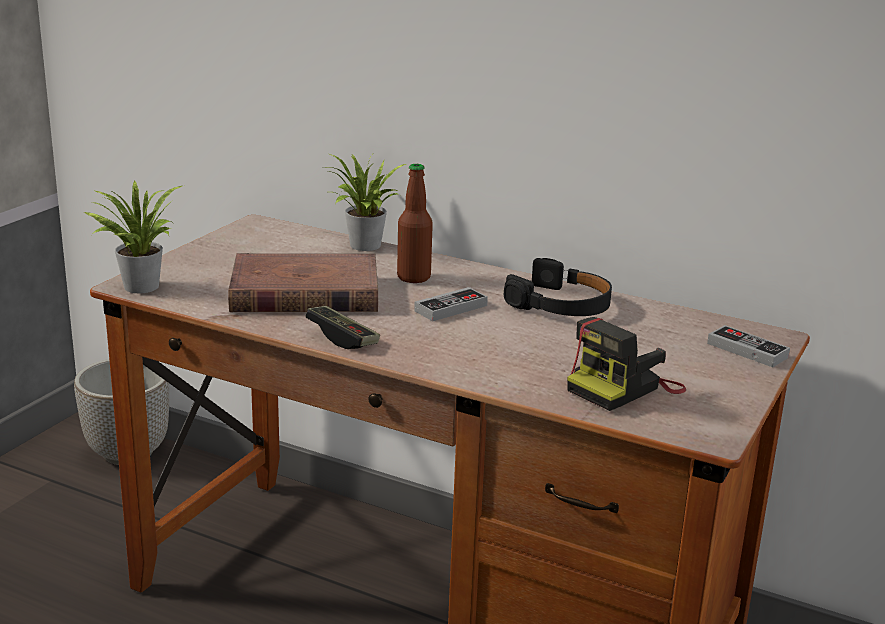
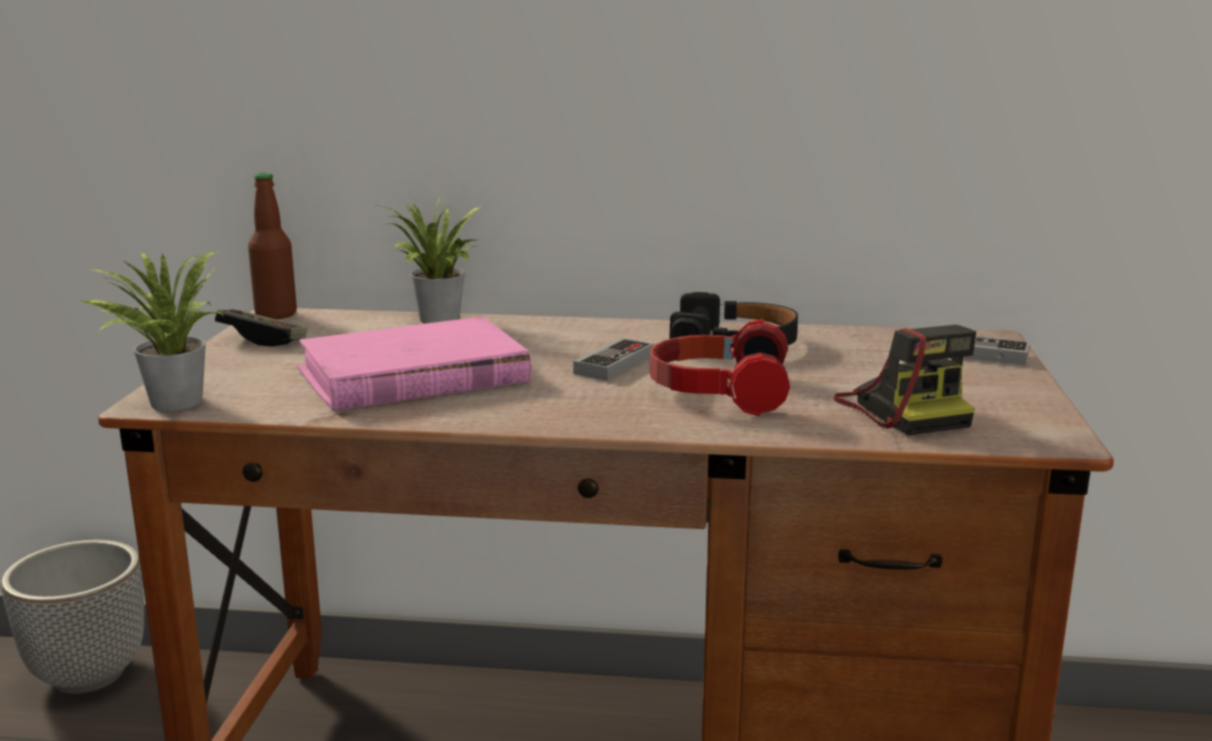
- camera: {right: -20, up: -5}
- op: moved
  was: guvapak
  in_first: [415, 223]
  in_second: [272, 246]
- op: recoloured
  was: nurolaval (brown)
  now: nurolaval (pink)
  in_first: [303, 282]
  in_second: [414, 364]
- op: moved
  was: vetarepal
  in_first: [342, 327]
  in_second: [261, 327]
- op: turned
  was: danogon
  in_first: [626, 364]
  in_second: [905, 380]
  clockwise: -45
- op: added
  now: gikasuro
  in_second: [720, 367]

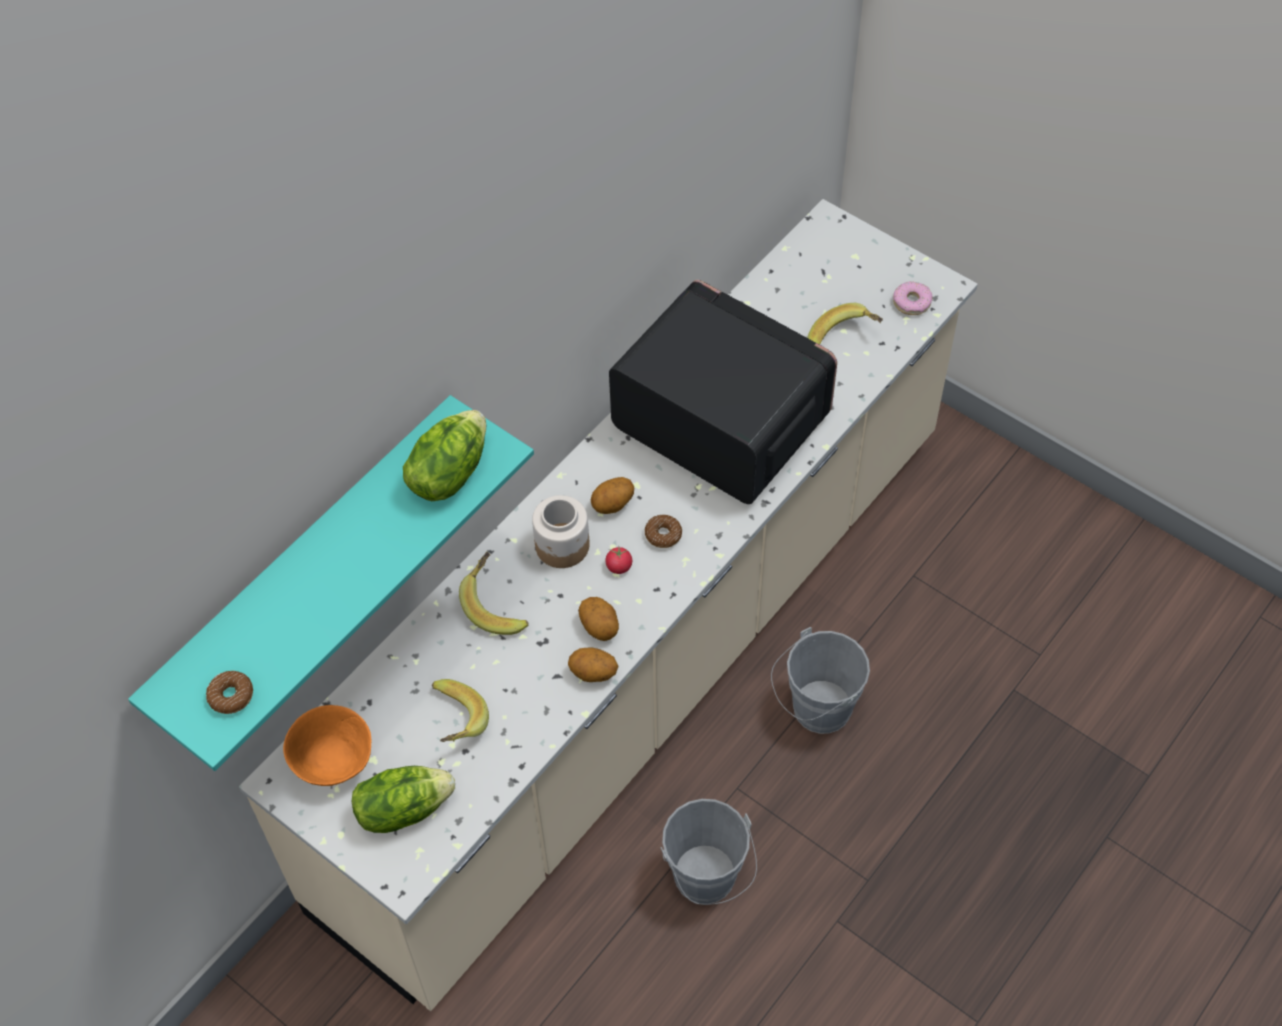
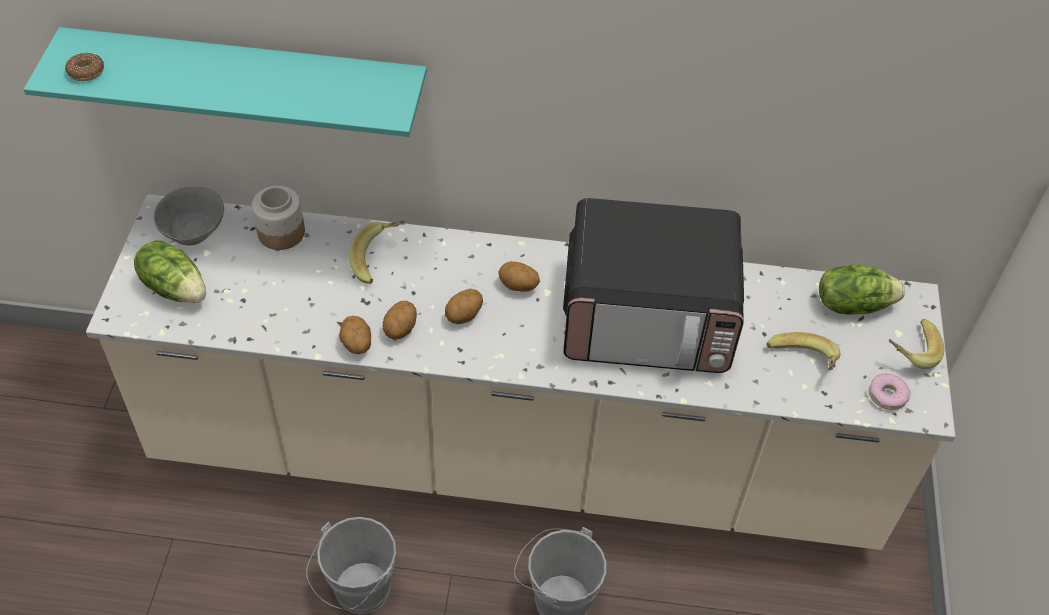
- camera: {right: 55, up: -5}
- op: turned
  was: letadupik
  in_first: [723, 392]
  in_second: [653, 285]
  clockwise: 90
- op: moved
  was: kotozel
  in_first: [444, 455]
  in_second: [862, 289]
- op: moved
  was: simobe
  in_first: [561, 531]
  in_second: [278, 218]
- op: removed
  was: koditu
  in_first: [663, 531]
- op: replaced
  was: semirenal
  now: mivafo
  in_first: [618, 560]
  in_second: [464, 306]
- op: moved
  was: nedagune
  in_first: [460, 710]
  in_second: [916, 344]
- op: recoloured
  was: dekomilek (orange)
  now: dekomilek (grey)
  in_first: [327, 745]
  in_second: [189, 216]

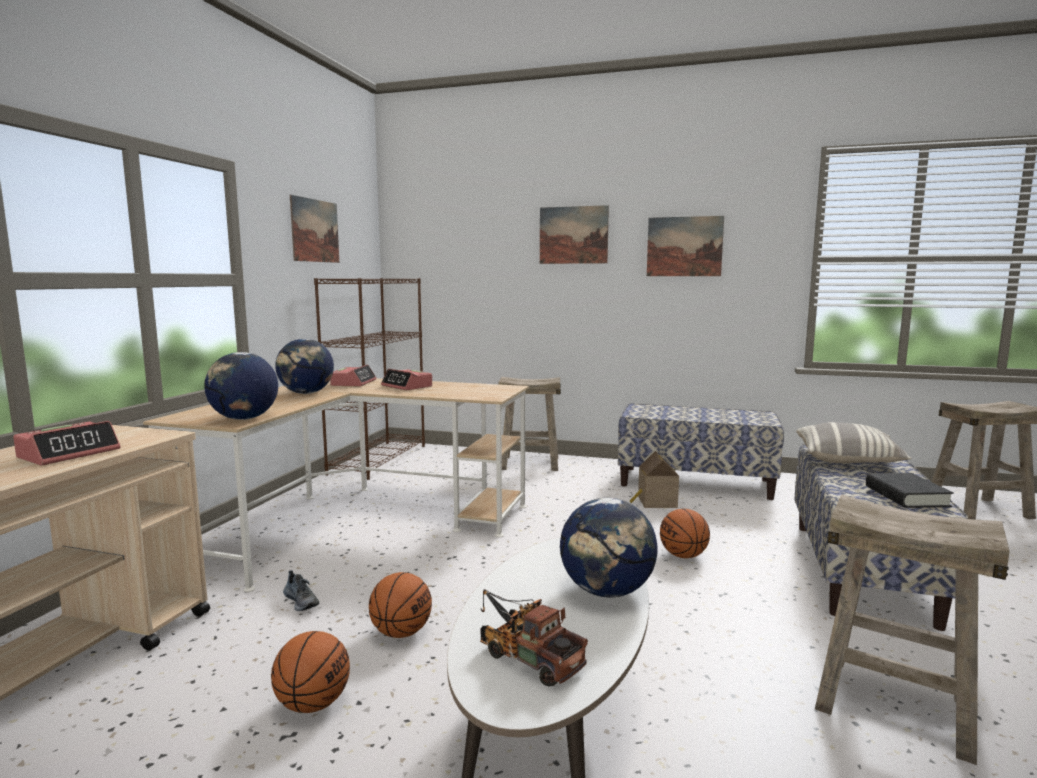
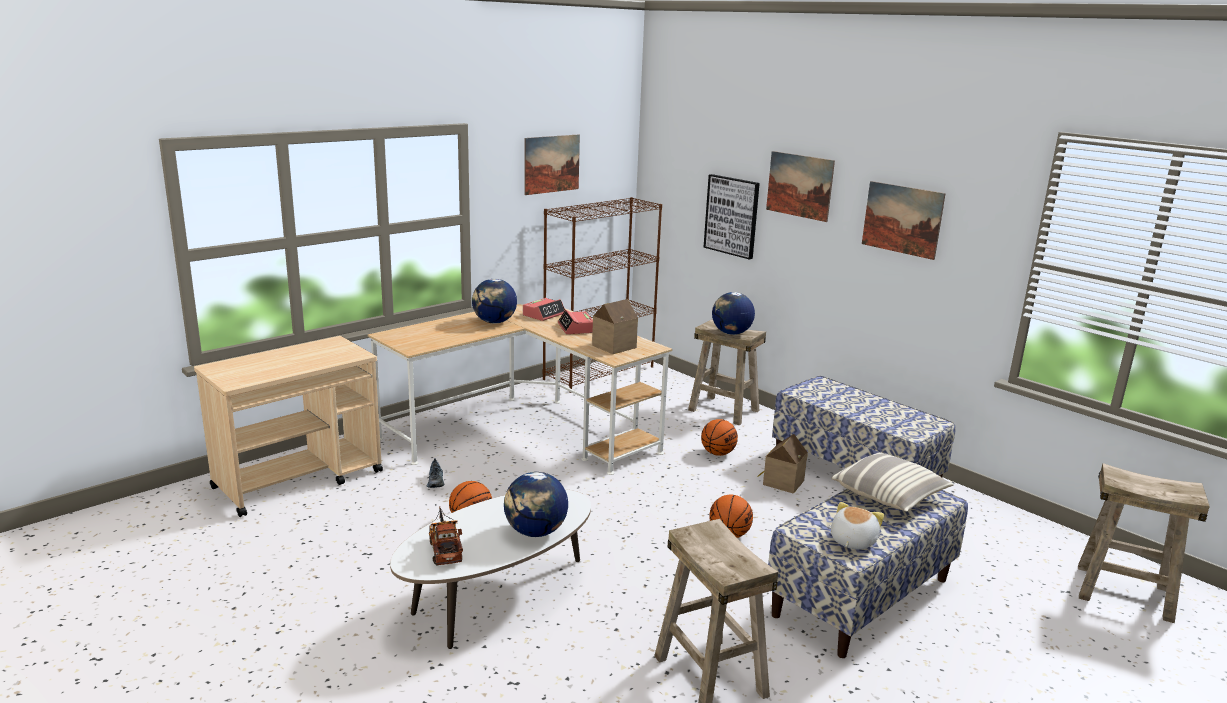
- camera: {right: 30, up: 10}
- op: moved
  was: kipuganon
  in_first: [241, 386]
  in_second: [733, 313]
- op: removed
  was: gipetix
  in_first: [66, 443]
- op: replaced
  was: nurolaval (black)
  now: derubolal
  in_first: [910, 490]
  in_second: [857, 526]
- op: moved
  was: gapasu
  in_first: [310, 672]
  in_second: [719, 437]
- op: added
  now: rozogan
  in_second: [731, 216]
- op: added
  now: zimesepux
  in_second: [615, 326]

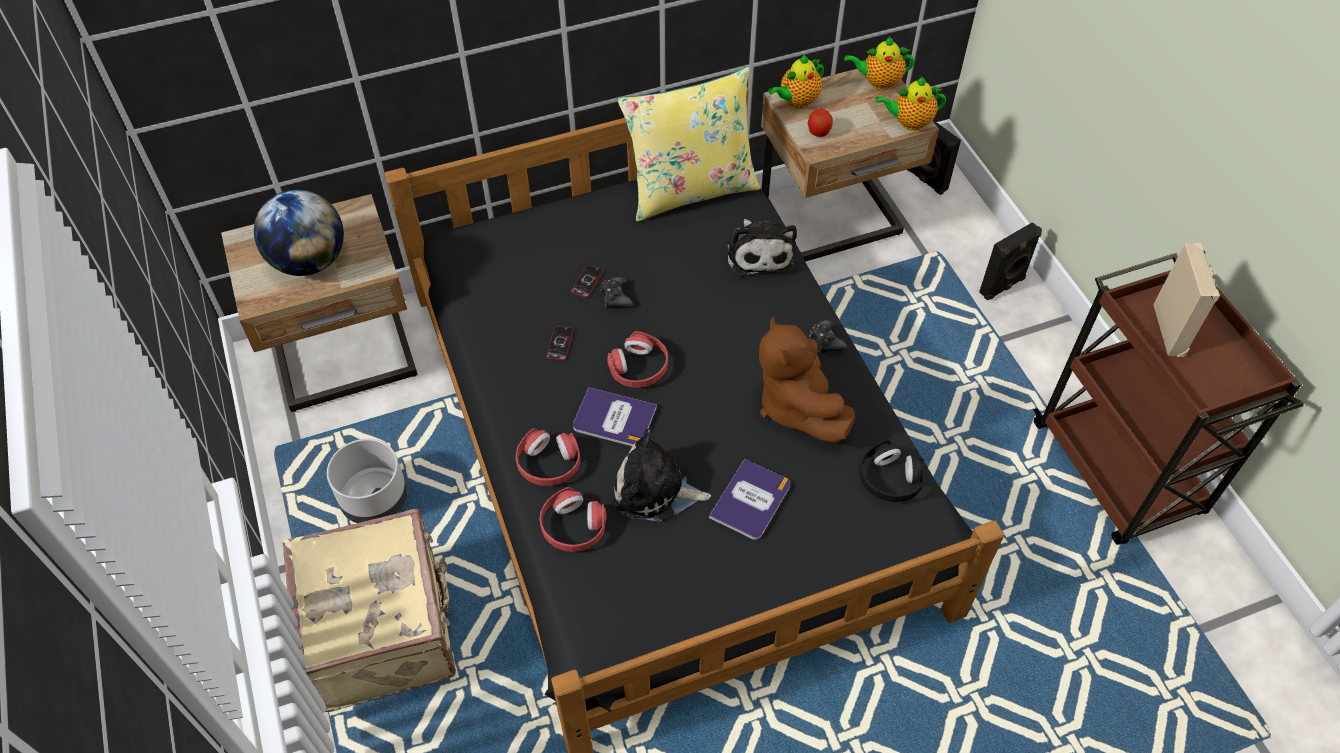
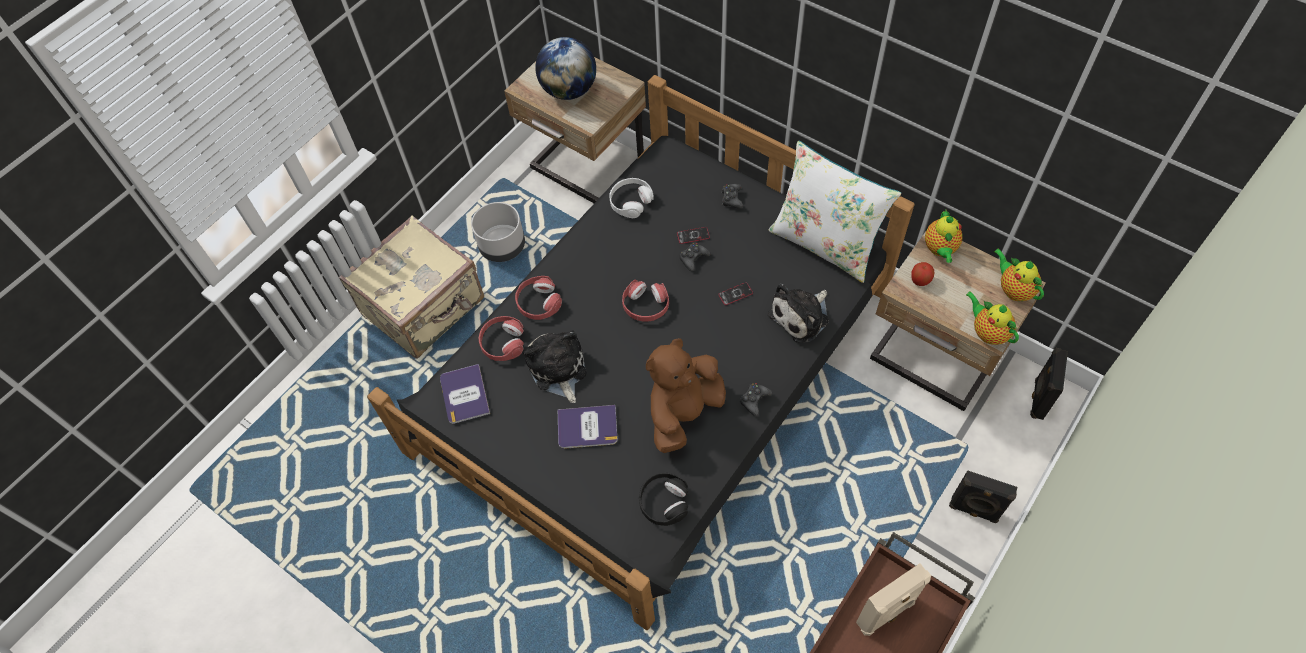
- camera: {right: 60, up: 5}
- op: turned
  was: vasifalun
  in_first: [796, 82]
  in_second: [944, 236]
  clockwise: -105
- op: recoloured
  was: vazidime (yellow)
  now: vazidime (white)
  in_first: [689, 144]
  in_second: [835, 212]
- op: moved
  was: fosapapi
  in_first: [559, 343]
  in_second: [735, 293]
- op: moved
  was: nurolaval
  in_first: [615, 416]
  in_second: [465, 394]
- op: added
  now: gikasuro (white)
  in_second: [631, 198]
- op: added
  now: vetarepal (black)
  in_second: [732, 196]

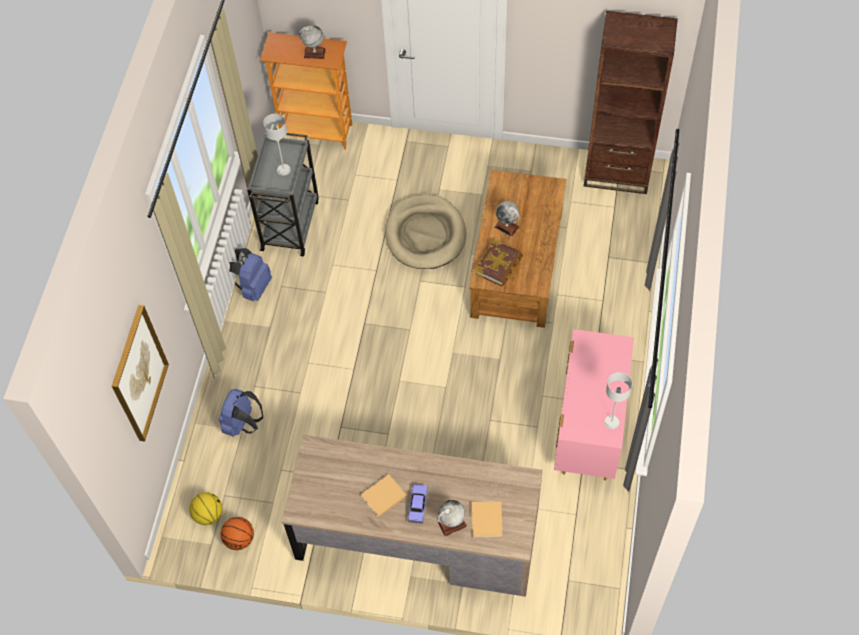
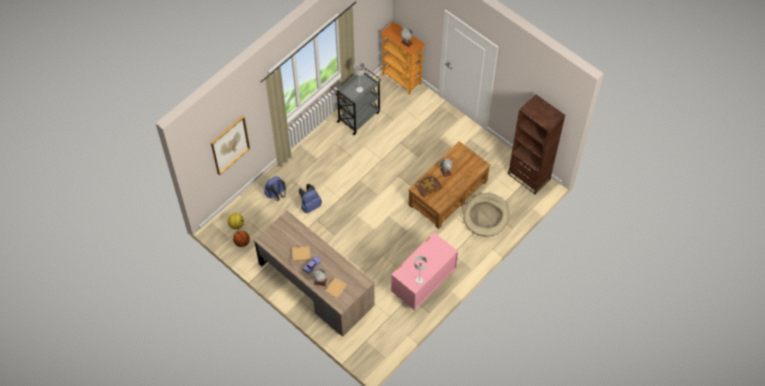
- camera: {right: 30, up: 0}
- op: moved
  was: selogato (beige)
  in_first: [425, 231]
  in_second: [486, 214]
- op: moved
  was: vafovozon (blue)
  in_first: [250, 274]
  in_second: [310, 199]

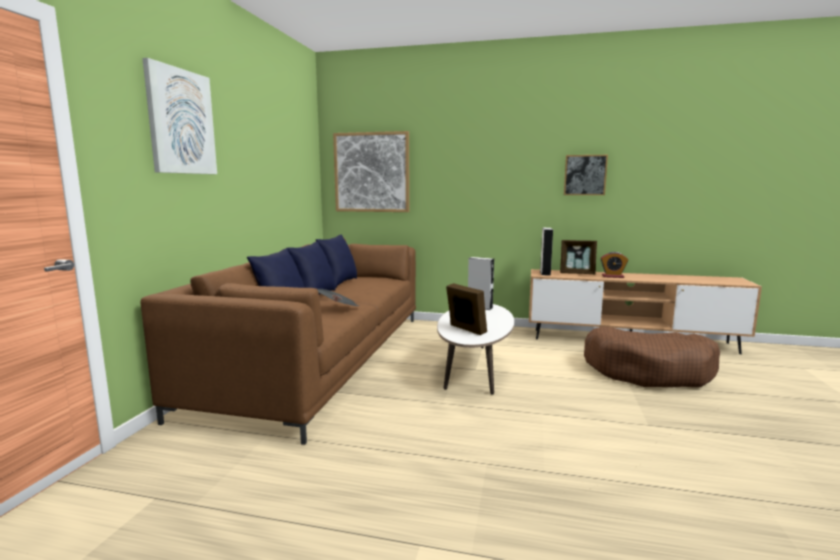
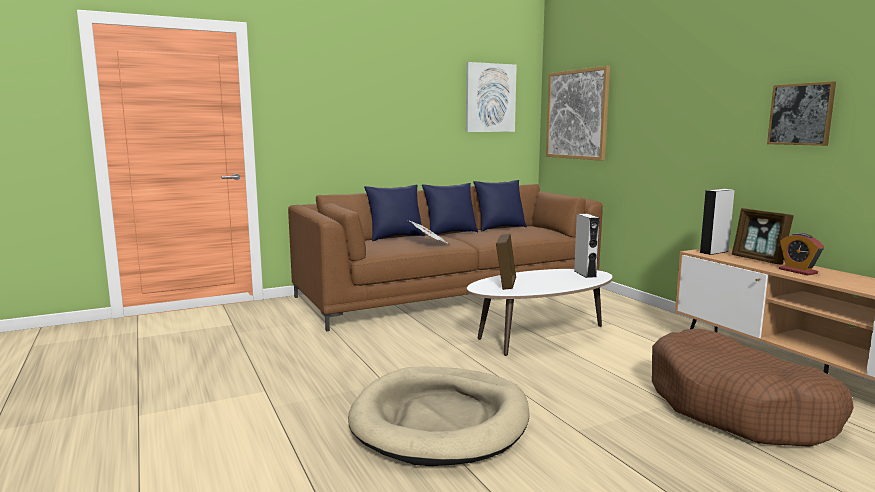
- camera: {right: 50, up: 0}
- op: moved
  was: rozogan
  in_first: [179, 116]
  in_second: [491, 97]
- op: added
  now: selogato (beige)
  in_second: [438, 416]

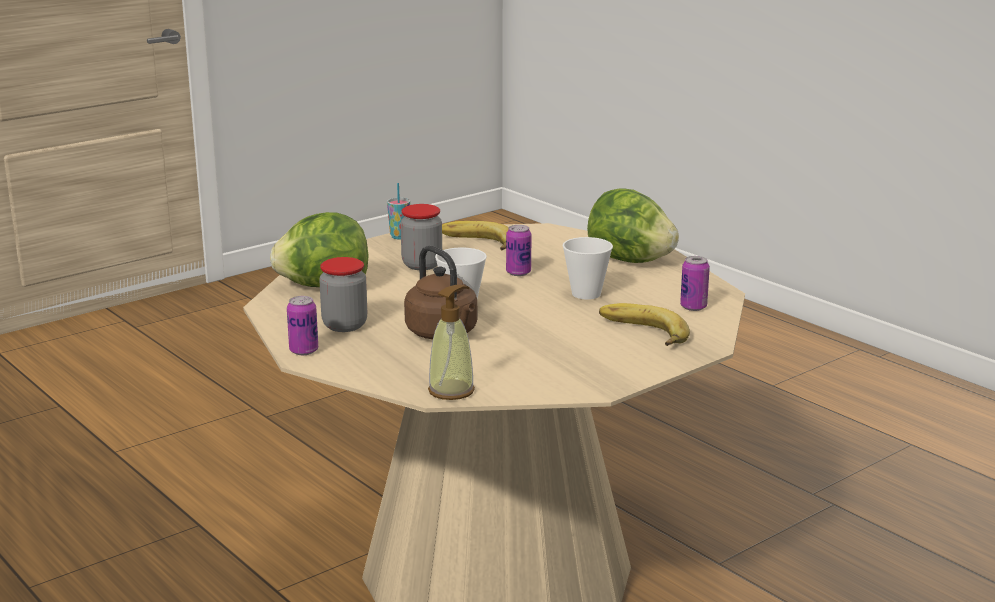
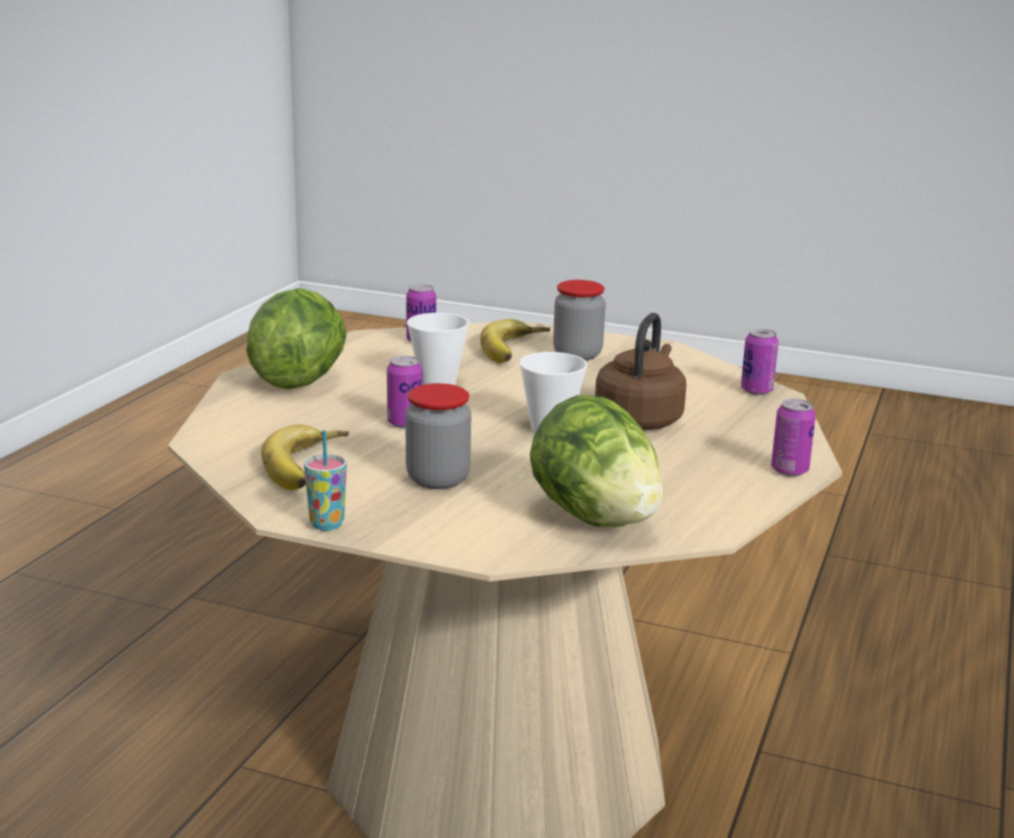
- camera: {right: -120, up: 0}
- op: moved
  was: simobe
  in_first: [343, 294]
  in_second: [579, 320]
- op: replaced
  was: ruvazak
  now: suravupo
  in_first: [451, 342]
  in_second: [760, 362]

